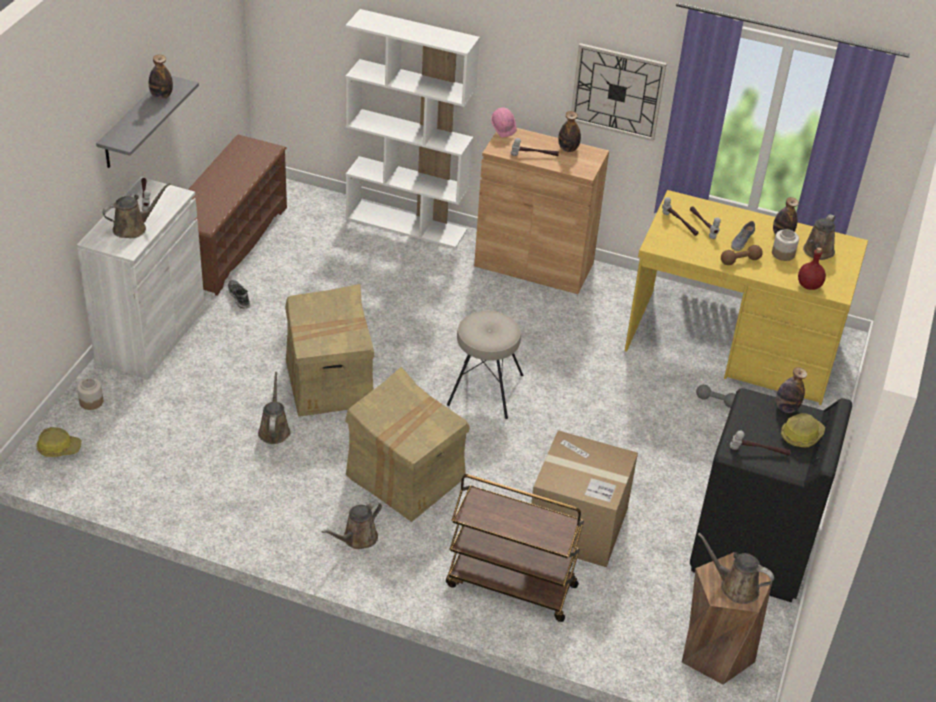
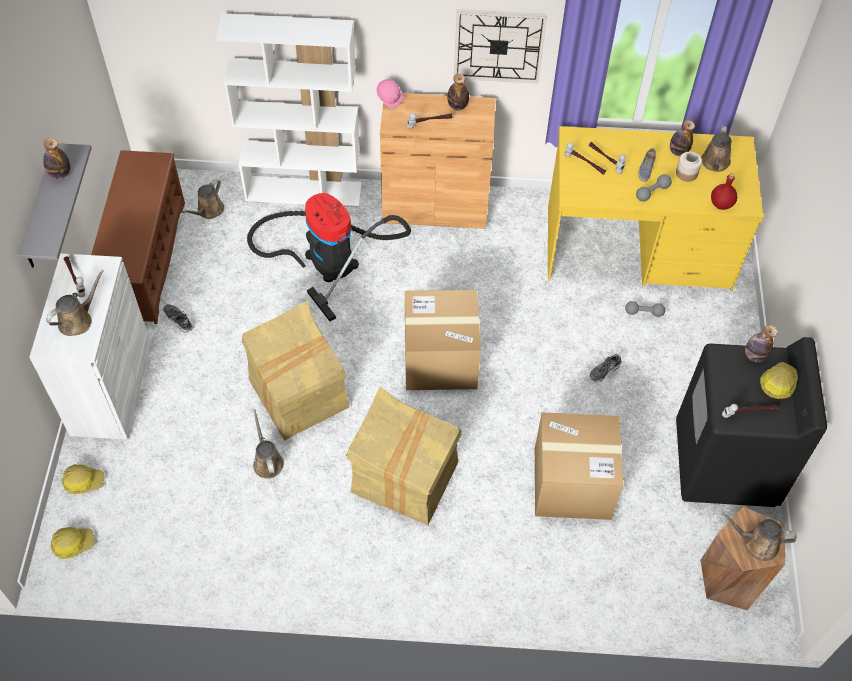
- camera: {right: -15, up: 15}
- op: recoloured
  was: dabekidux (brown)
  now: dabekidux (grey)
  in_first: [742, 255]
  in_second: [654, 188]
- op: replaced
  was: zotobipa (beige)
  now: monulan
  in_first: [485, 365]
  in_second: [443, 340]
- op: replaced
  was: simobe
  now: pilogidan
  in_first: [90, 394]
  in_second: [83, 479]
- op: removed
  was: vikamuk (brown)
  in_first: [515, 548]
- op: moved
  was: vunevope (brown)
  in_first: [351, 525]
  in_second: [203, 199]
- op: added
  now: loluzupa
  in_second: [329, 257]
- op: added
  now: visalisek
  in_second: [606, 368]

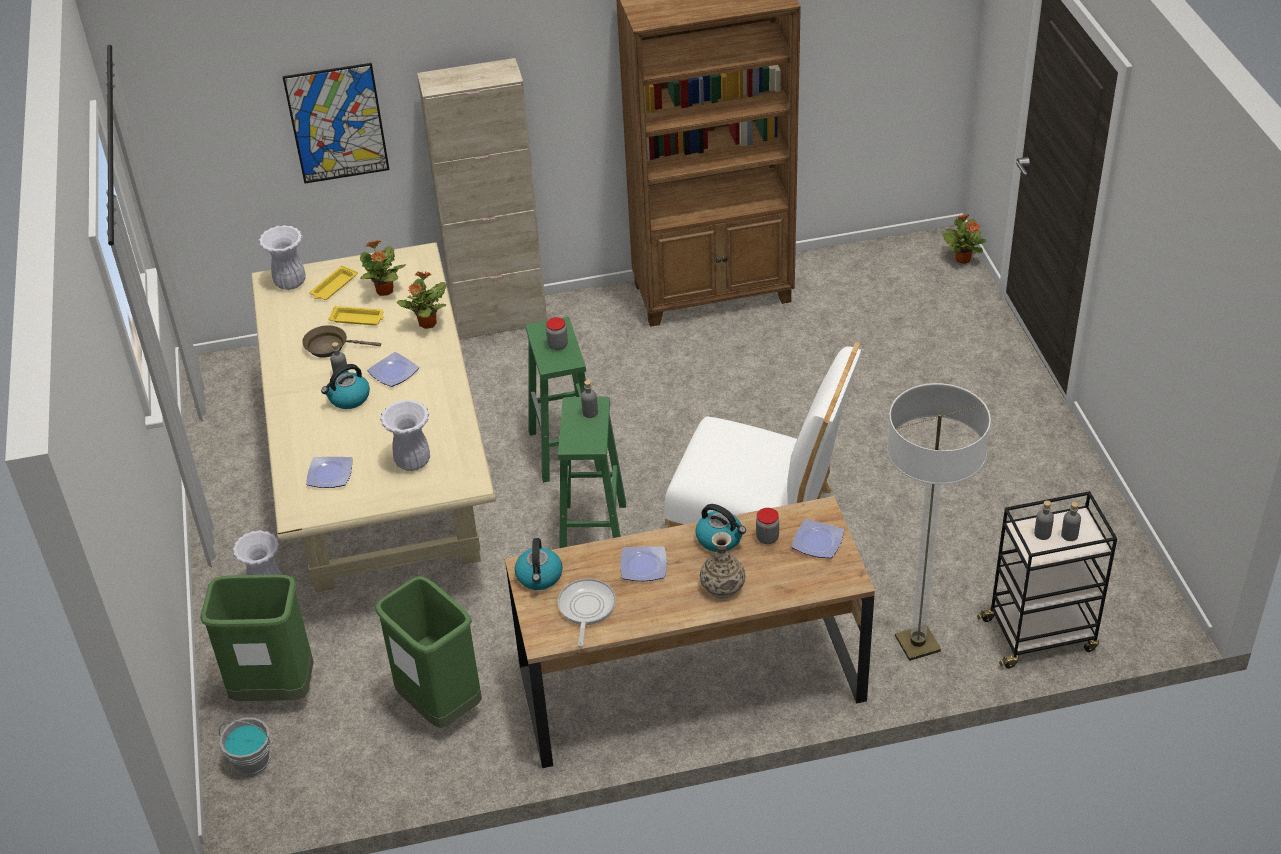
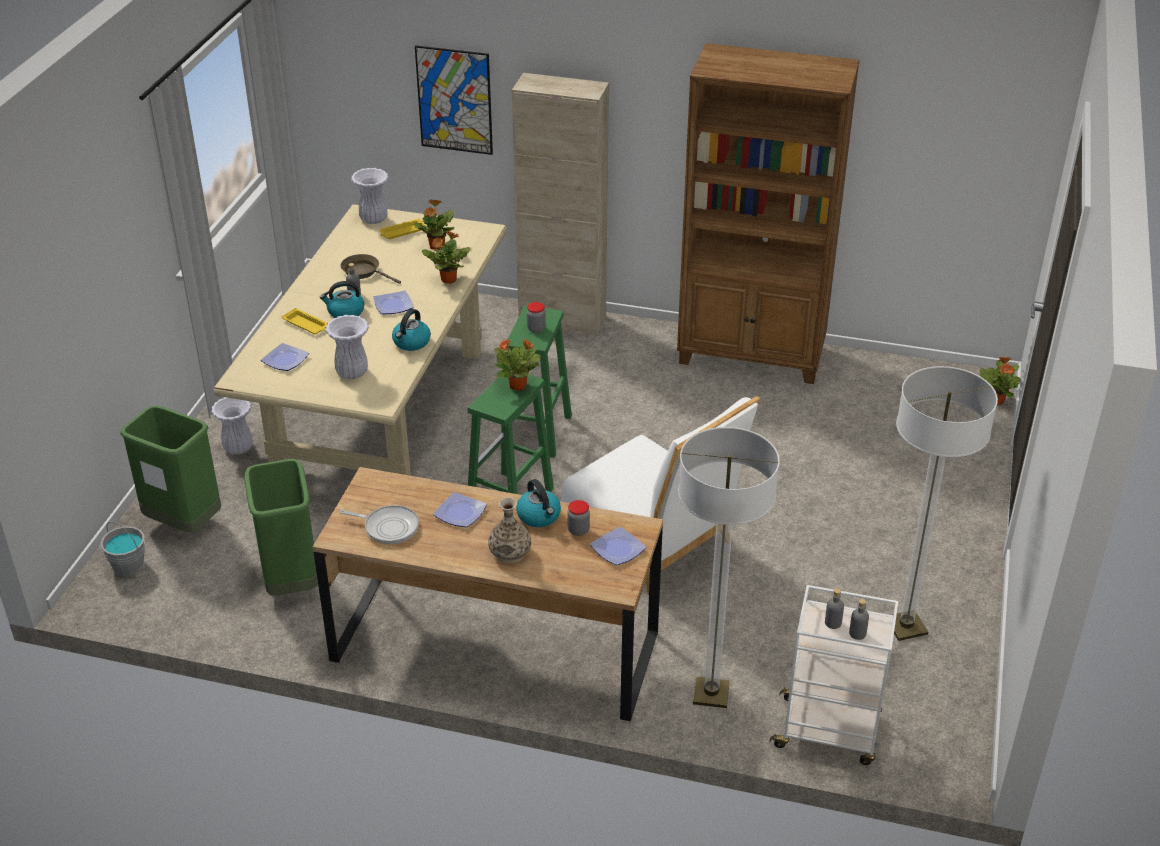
- camera: {right: 25, up: -5}
- op: moved
  was: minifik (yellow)
  in_first: [356, 315]
  in_second: [304, 321]
- op: replaced
  was: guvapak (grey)
  now: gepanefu
  in_first: [589, 399]
  in_second: [517, 365]
- op: recoloured
  was: vikamuk (black)
  now: vikamuk (white)
  in_first: [1047, 579]
  in_second: [833, 675]
- op: moved
  was: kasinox
  in_first: [539, 564]
  in_second: [411, 330]
- op: turned
  was: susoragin
  in_first: [587, 612]
  in_second: [379, 524]
  clockwise: 75
- op: added
  now: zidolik
  in_second: [945, 503]

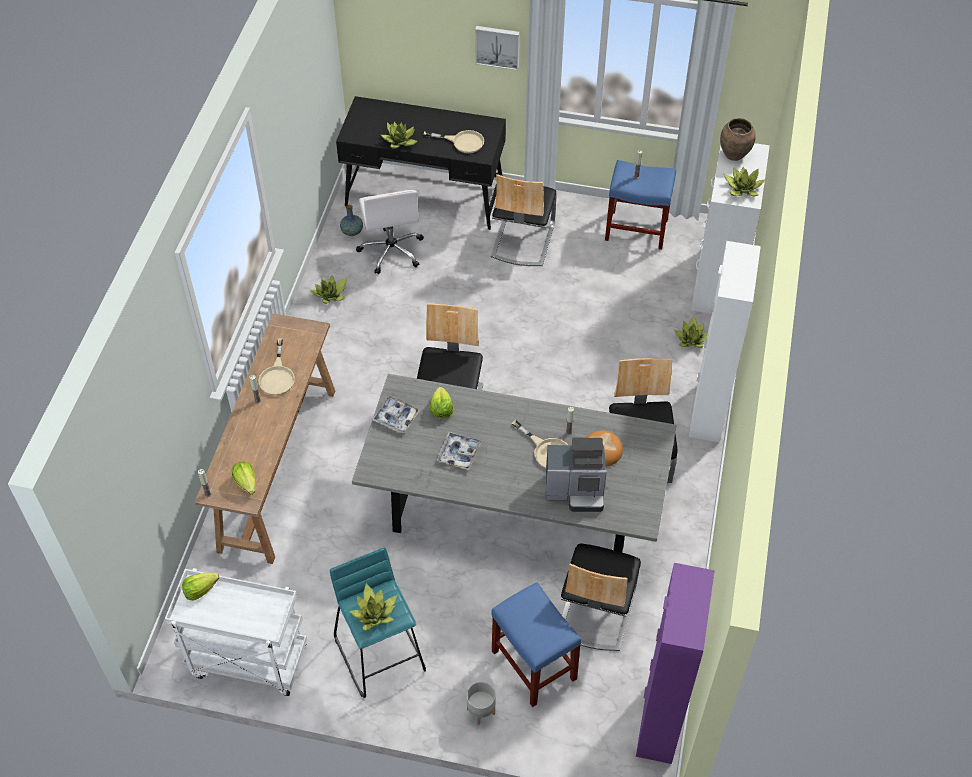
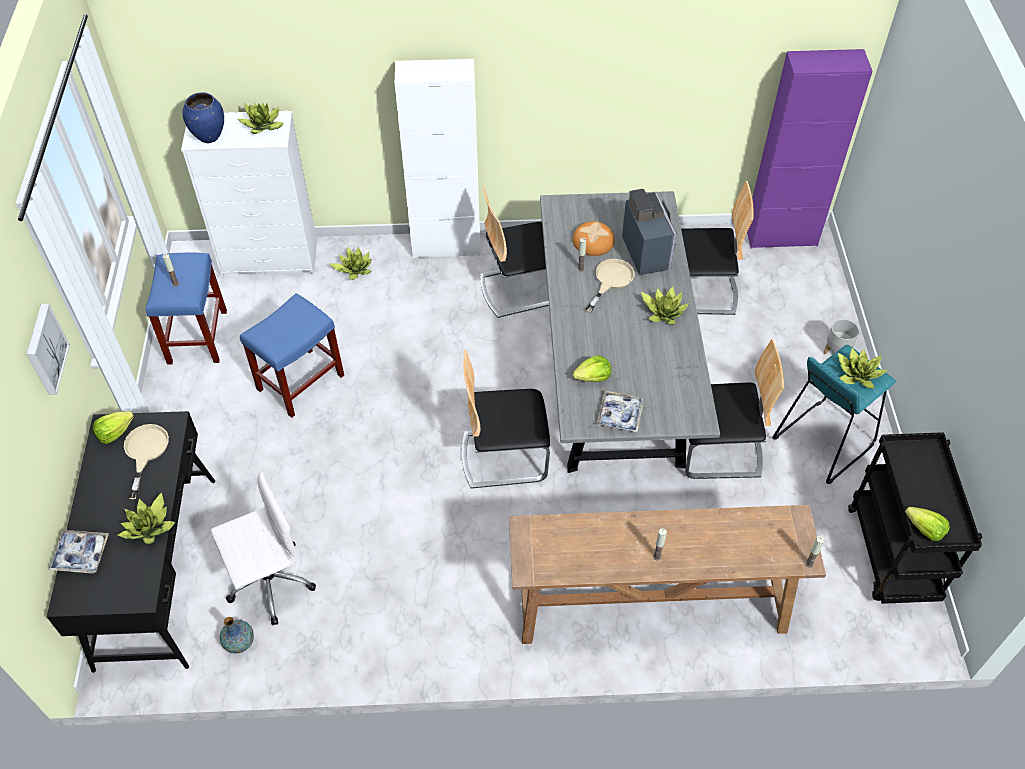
- camera: {right: -105, up: 0}
- op: recoloured
  was: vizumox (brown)
  now: vizumox (blue)
  in_first: [738, 139]
  in_second: [203, 117]
- op: moved
  was: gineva
  in_first: [524, 220]
  in_second: [734, 409]
- op: moved
  was: gepanefu
  in_first: [328, 289]
  in_second: [665, 305]
- op: removed
  was: susoragin (beige)
  in_first: [276, 366]
- op: moved
  was: minifik
  in_first: [459, 451]
  in_second: [79, 551]
- op: moved
  was: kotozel
  in_first: [244, 478]
  in_second: [113, 427]
- op: recoloured
  was: vikamuk (white)
  now: vikamuk (black)
  in_first: [236, 632]
  in_second: [915, 518]
- op: moved
  was: zotobipa (blue)
  in_first: [536, 644]
  in_second: [292, 355]

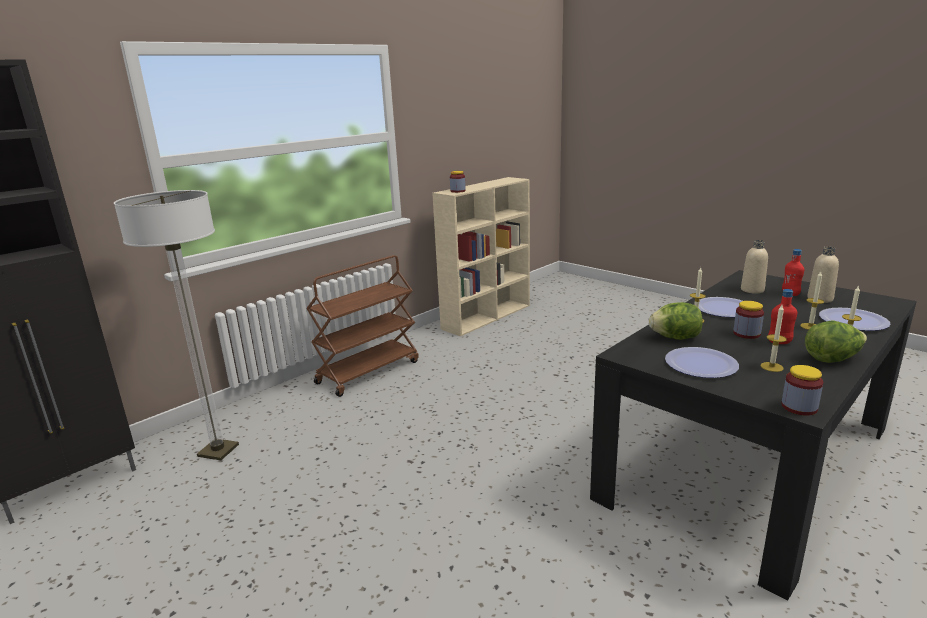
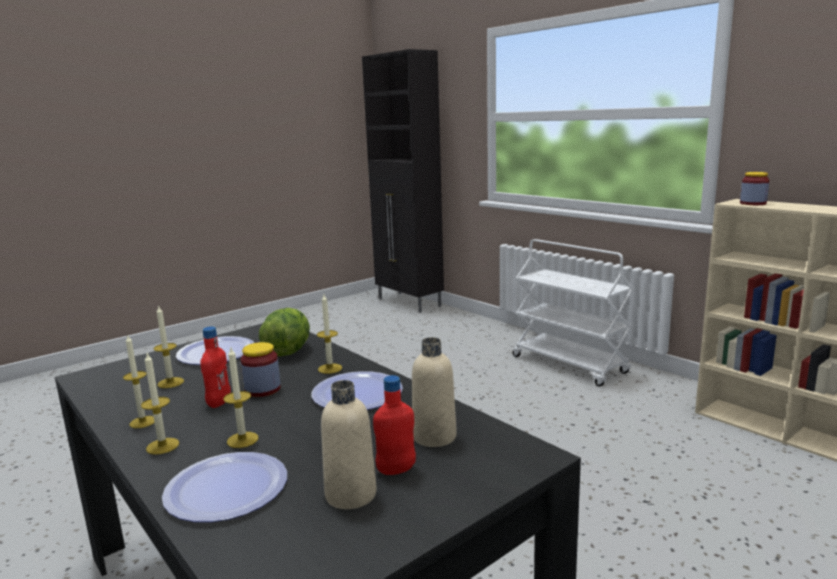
- camera: {right: 95, up: -5}
- op: removed
  was: zidolik
  in_first: [176, 325]
- op: recoloured
  was: vikamuk (brown)
  now: vikamuk (white)
  in_first: [362, 326]
  in_second: [573, 313]
- op: replaced
  was: kotozel
  now: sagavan
  in_first: [836, 341]
  in_second: [139, 382]
- op: removed
  was: simobe
  in_first: [802, 390]

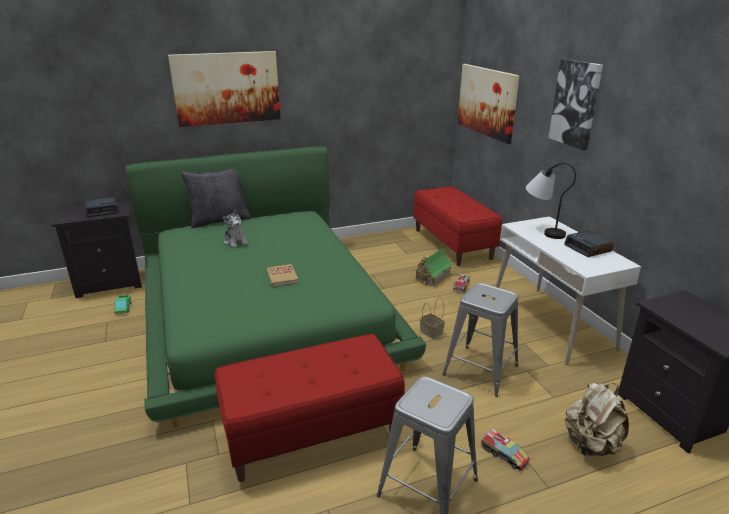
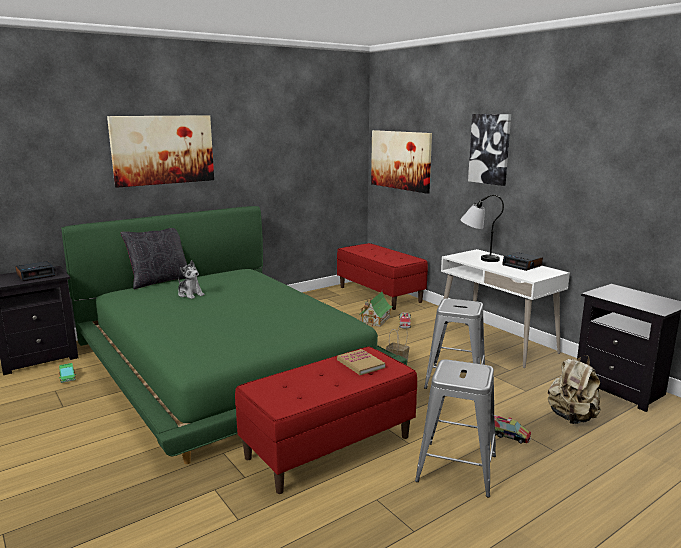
- camera: {right: -15, up: -10}
- op: moved
  was: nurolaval
  in_first: [282, 275]
  in_second: [361, 362]

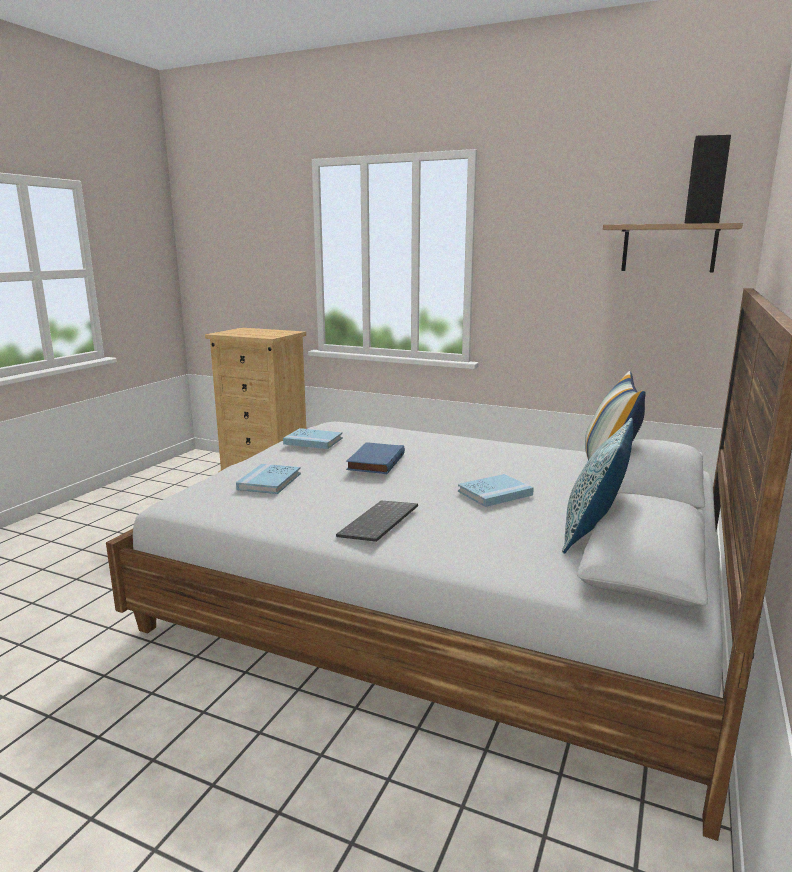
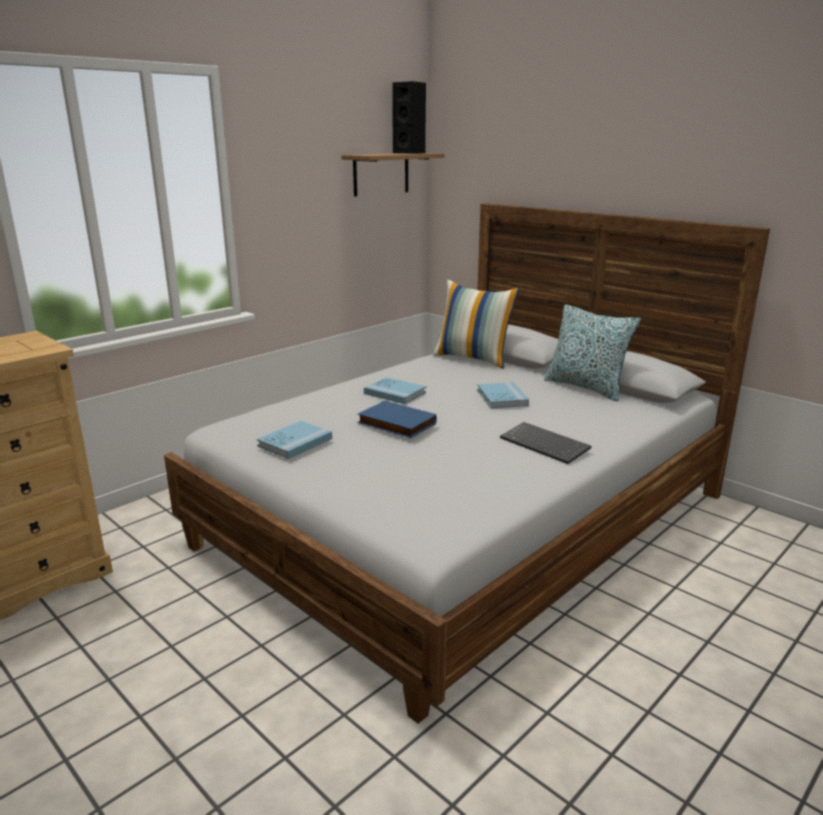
- camera: {right: -70, up: 5}
- op: moved
  was: nurolaval (blue)
  in_first: [268, 479]
  in_second: [395, 390]

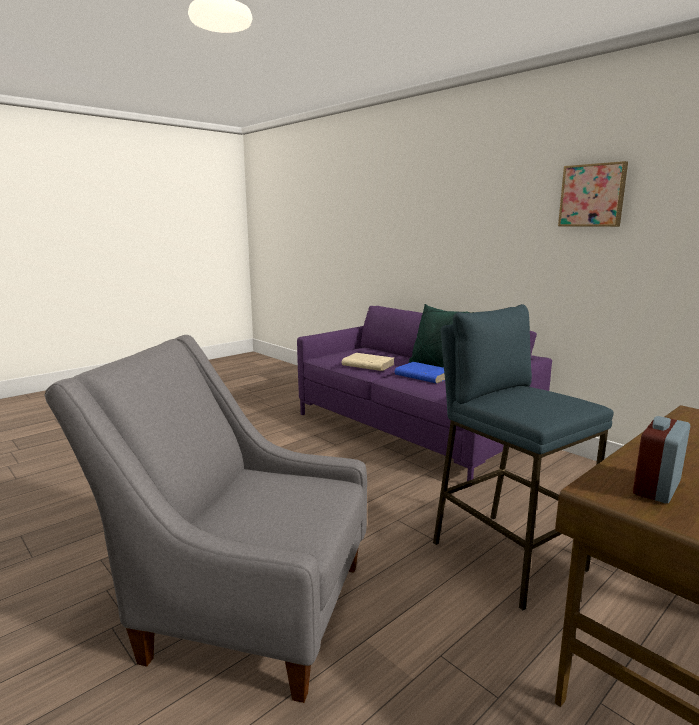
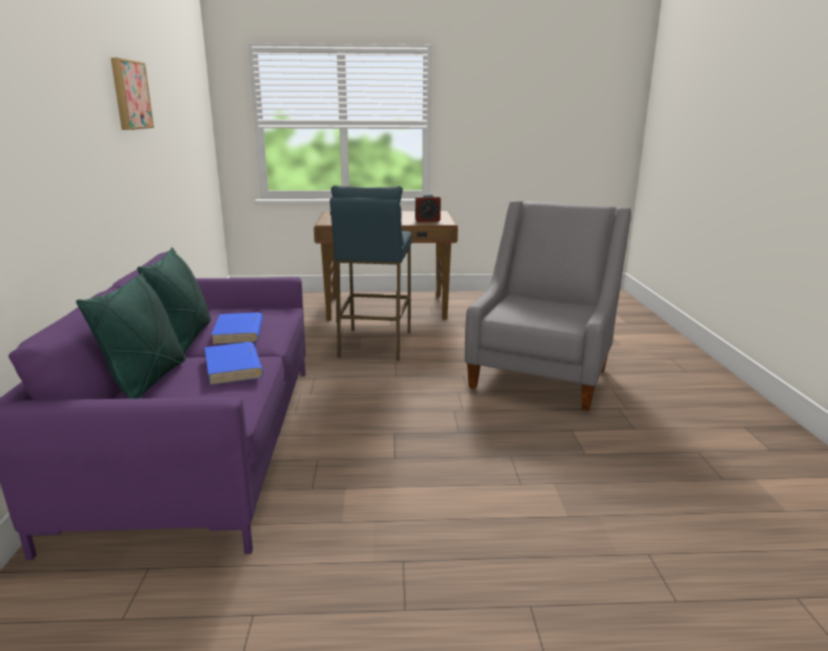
- camera: {right: -140, up: 5}
- op: turned
  was: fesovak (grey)
  in_first: [205, 519]
  in_second: [548, 305]
  clockwise: -120
- op: recoloured
  was: nurolaval (beige)
  now: nurolaval (blue)
  in_first: [368, 362]
  in_second: [234, 363]
- op: added
  now: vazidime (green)
  in_second: [131, 335]

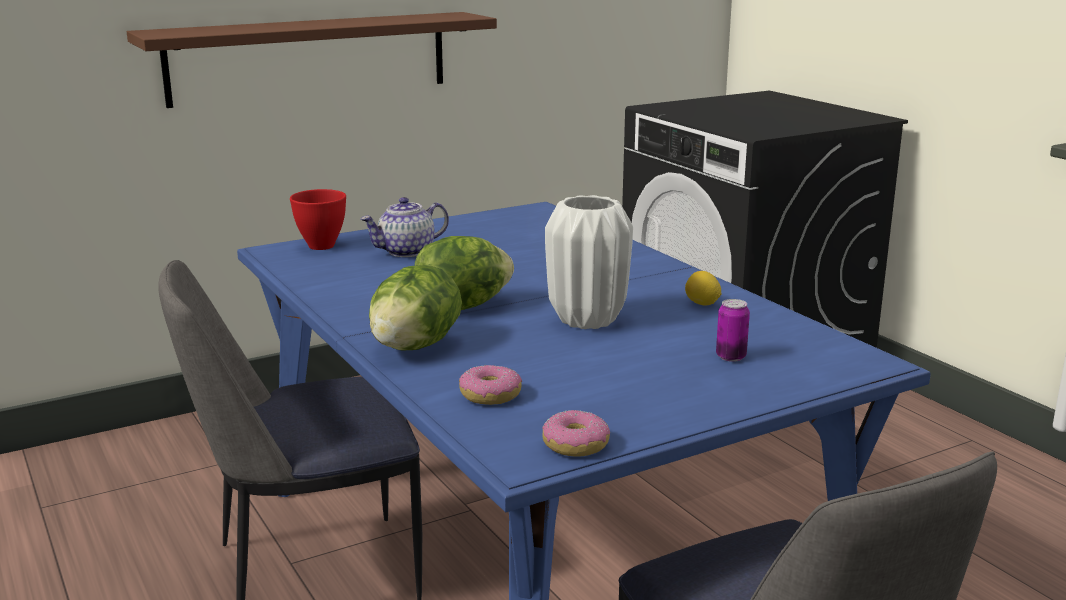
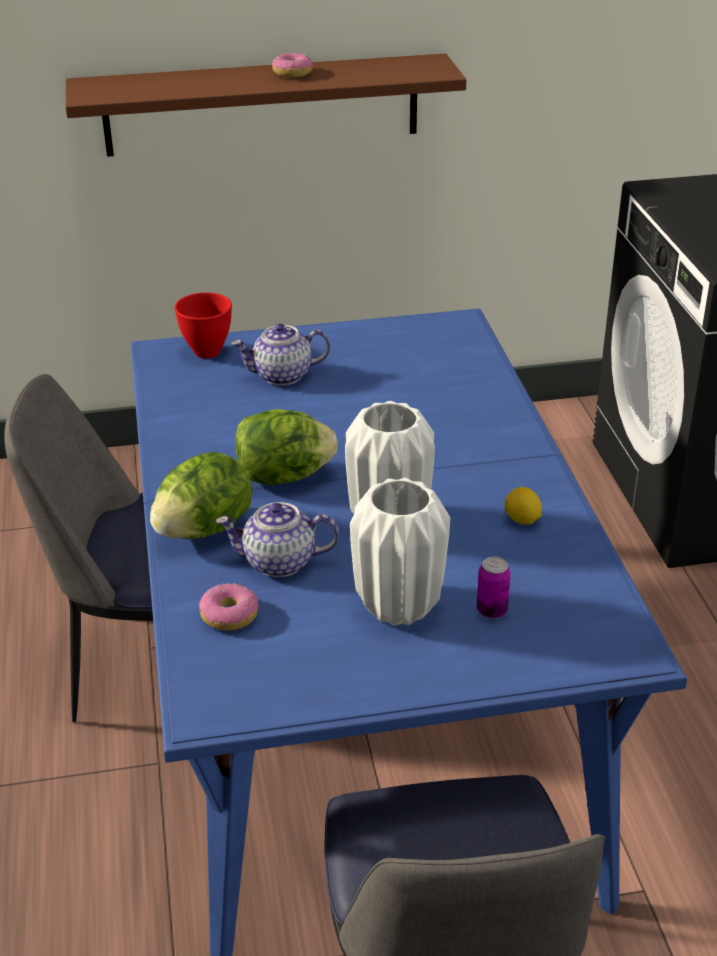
- camera: {right: 20, up: 15}
- op: moved
  was: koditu
  in_first: [576, 433]
  in_second: [292, 65]
- op: added
  now: vizumox (white)
  in_second: [400, 552]
- op: added
  now: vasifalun
  in_second: [277, 539]

